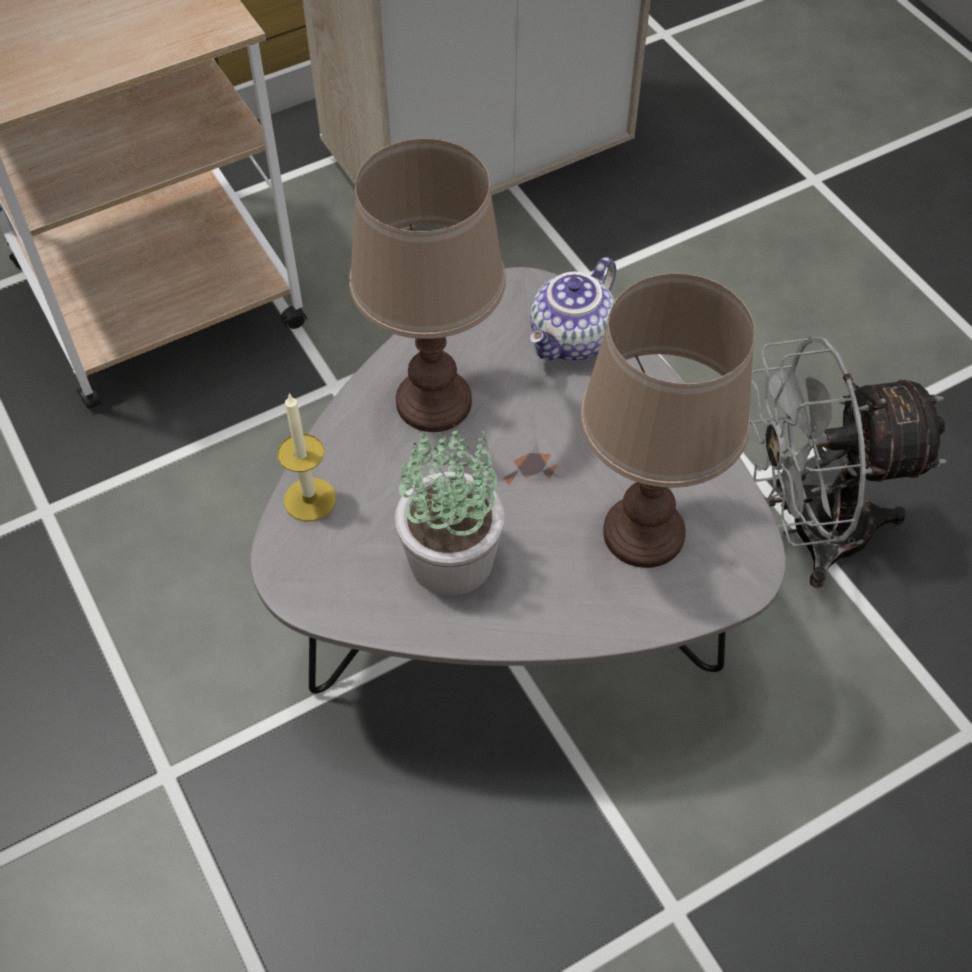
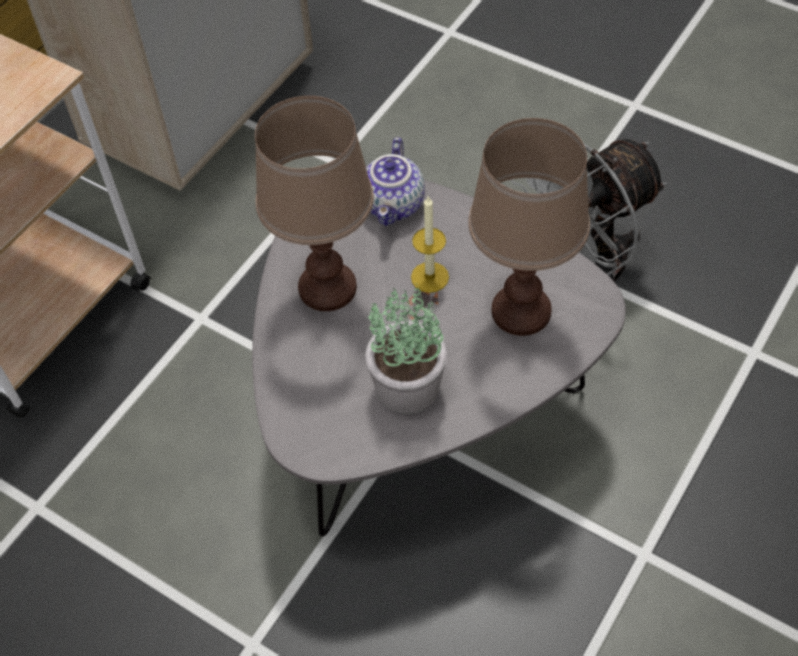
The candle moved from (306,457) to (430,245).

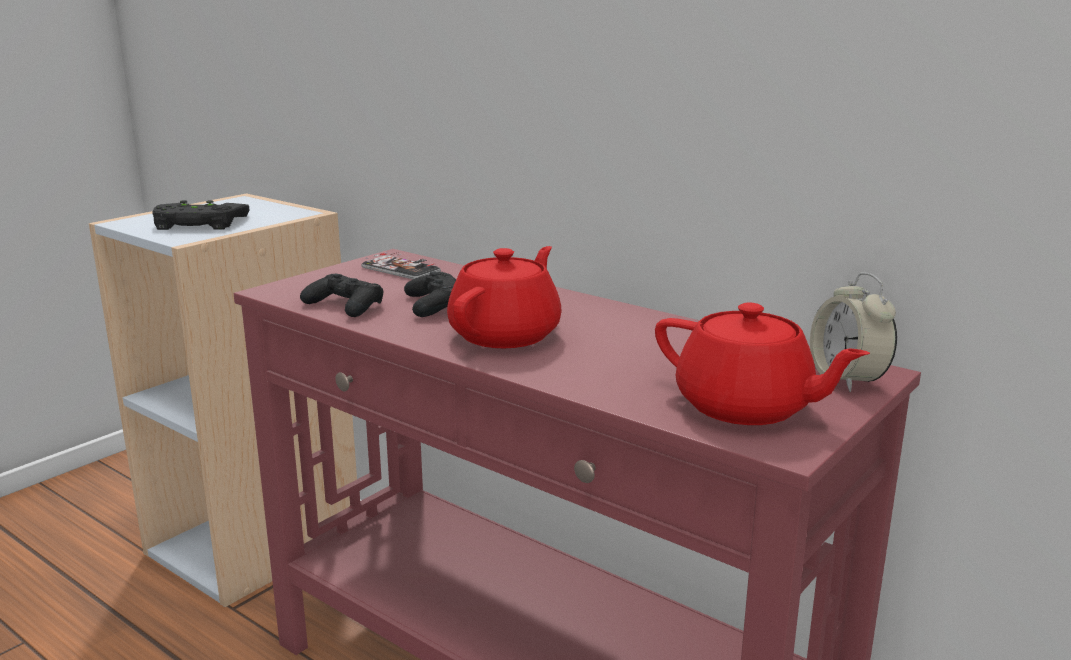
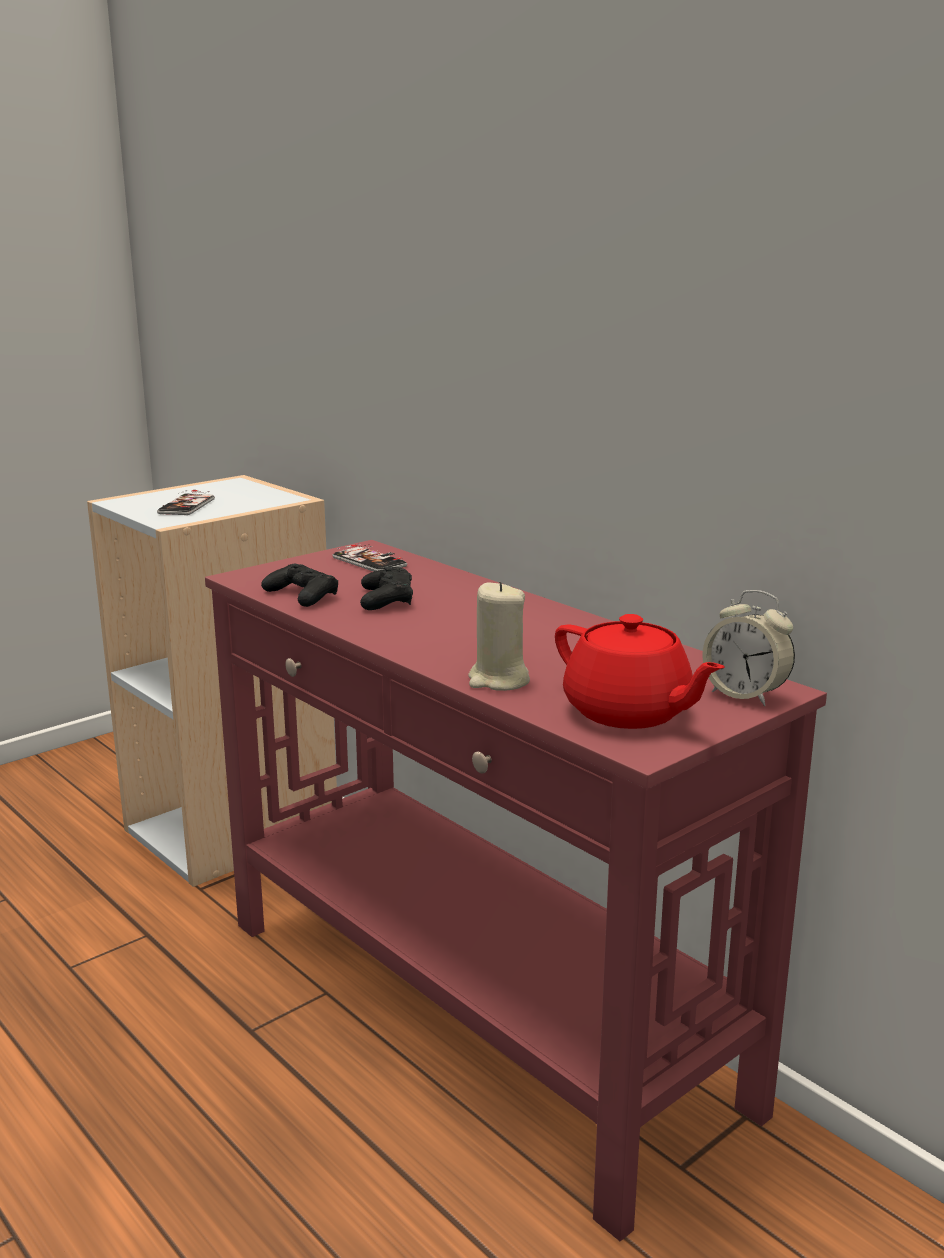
The black game controller at (200,215) was replaced by the phone at (186,502).
The beige candle at (499,636) appeared.
The alarm clock at (853,332) turned 45 degrees counterclockwise.
The red teapot at (504,297) disappeared.

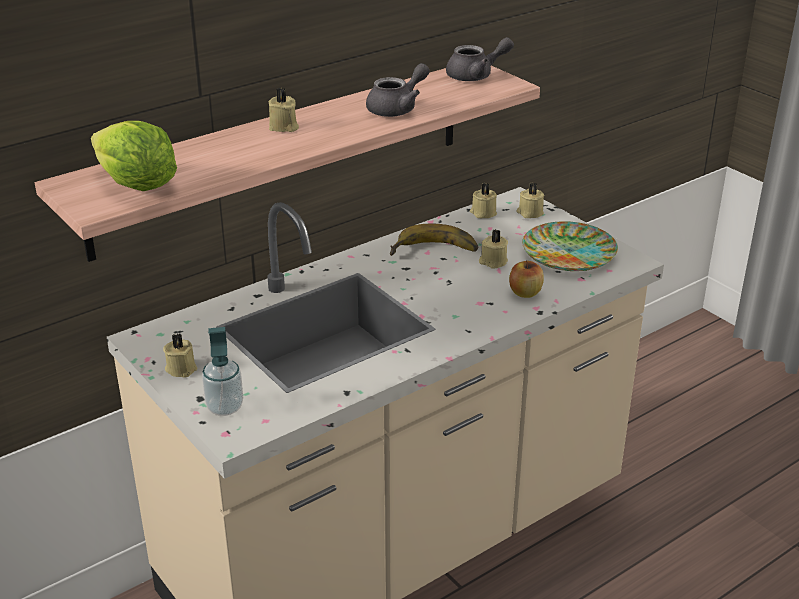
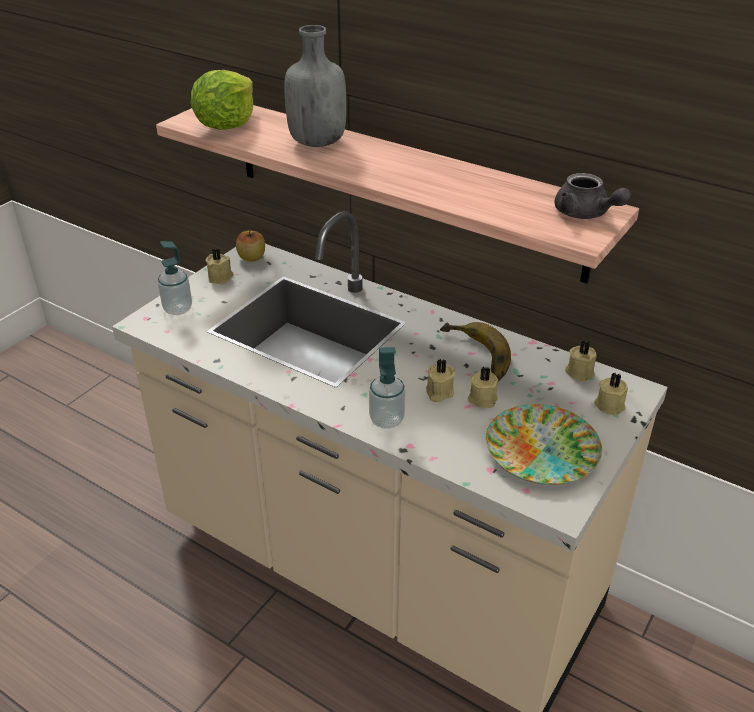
The apple moved from (526,279) to (250,246).
The grey bottle at (315,86) appeared.
The soap dispenser at (387,388) appeared.
The beige candle moved from (283,110) to (441,380).
The grey teapot at (397,90) disappeared.

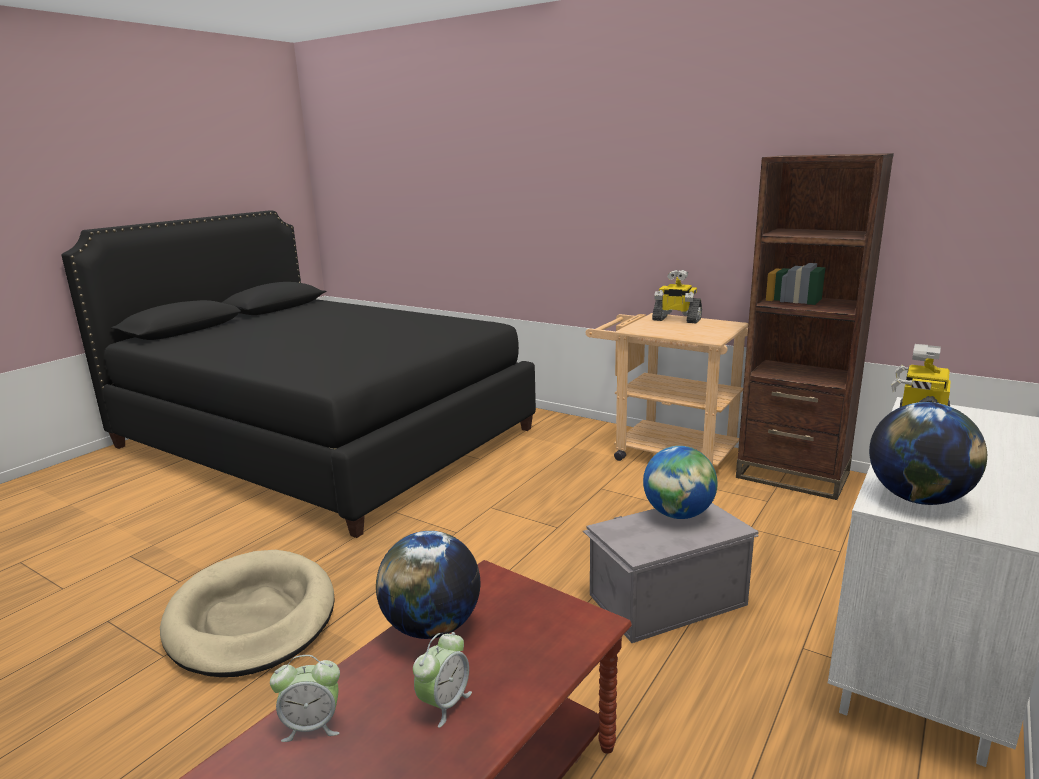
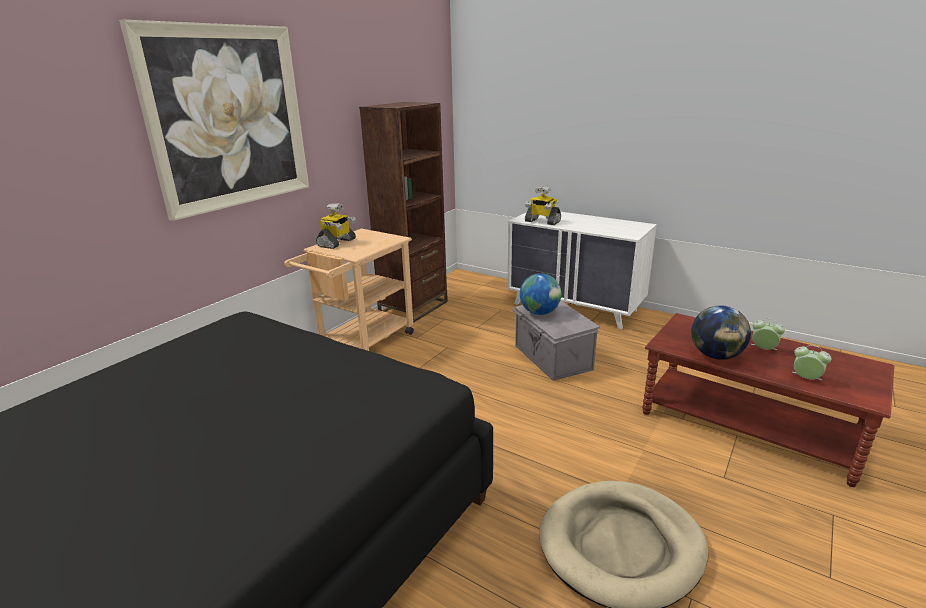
The picture at (214,120) appeared.
The alarm clock at (305,698) turned 45 degrees counterclockwise.
The globe at (928,453) disappeared.

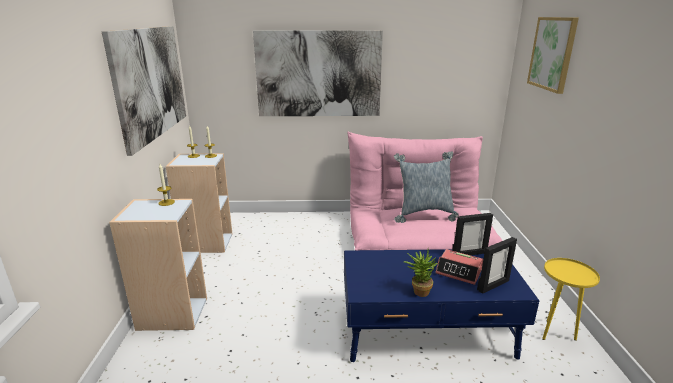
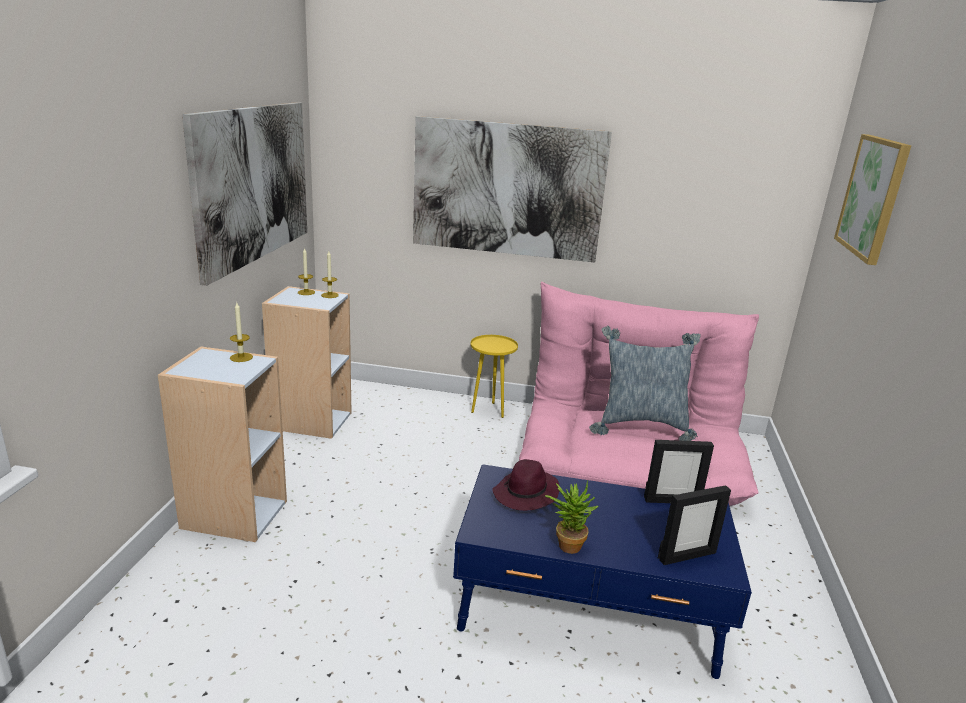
The yellow side table moved from (571,299) to (494,376).
The purple hat at (525,485) appeared.
The alarm clock at (459,267) disappeared.

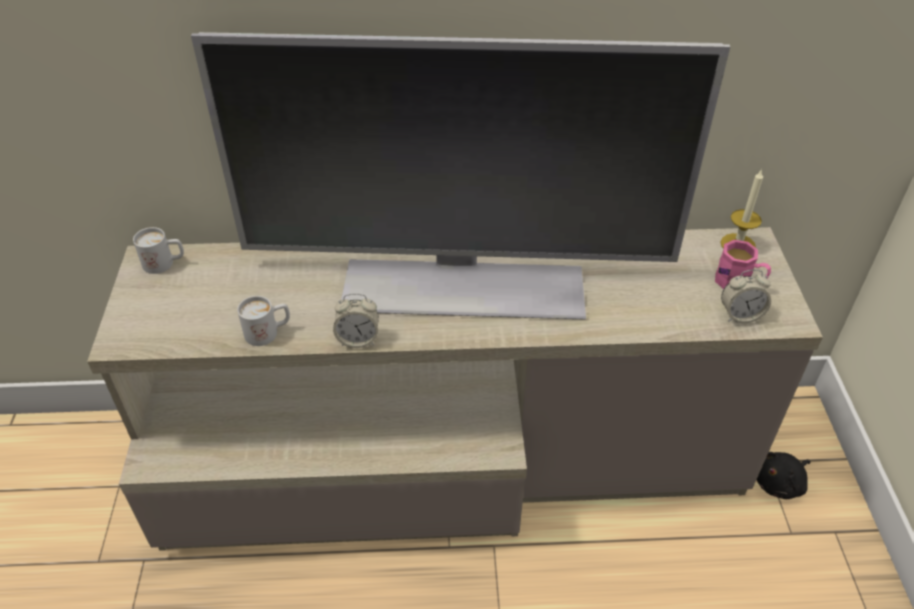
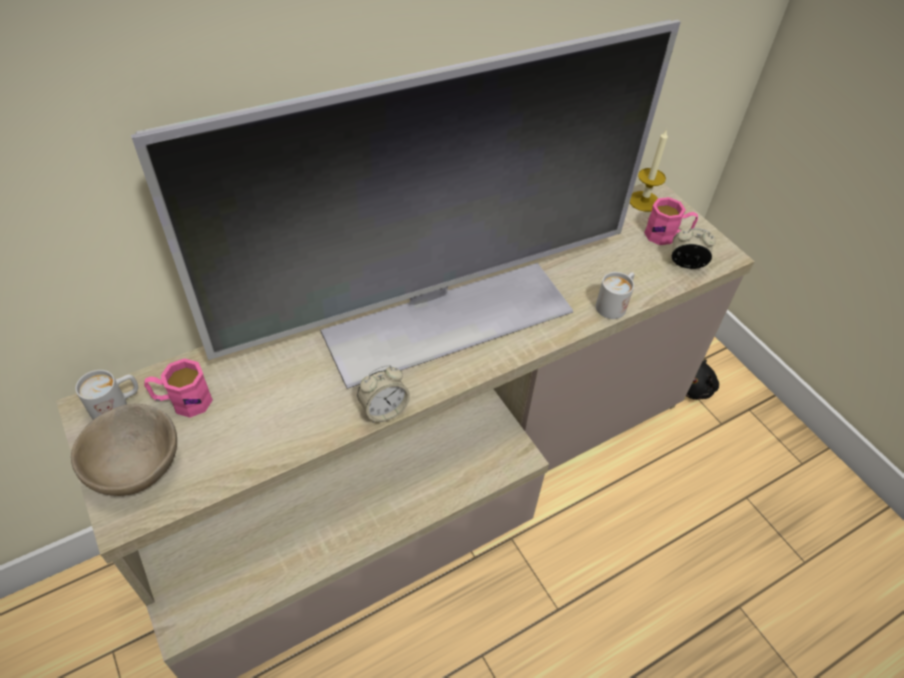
The beige bowl at (124,450) appeared.
The pink mug at (178,387) appeared.
The white mug moved from (263,321) to (615,295).
The alarm clock at (746,296) turned 135 degrees counterclockwise.

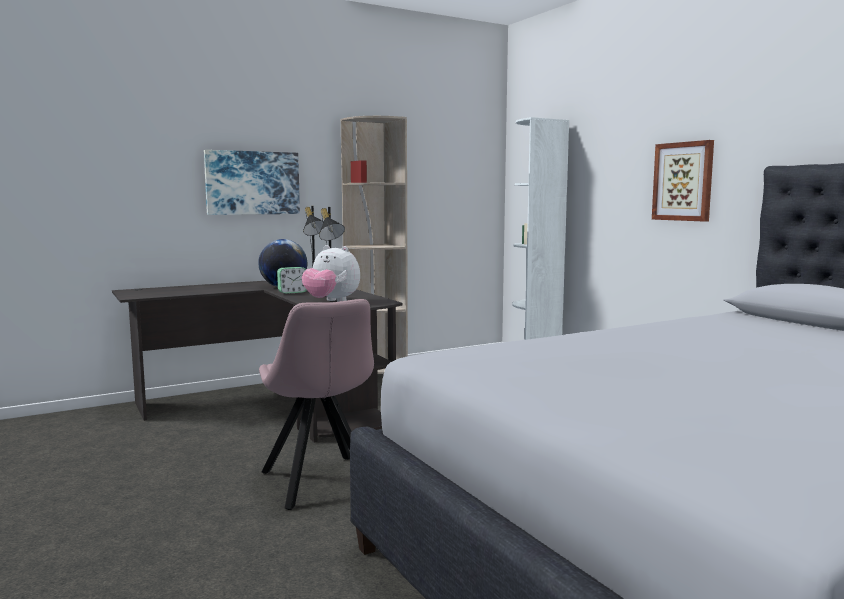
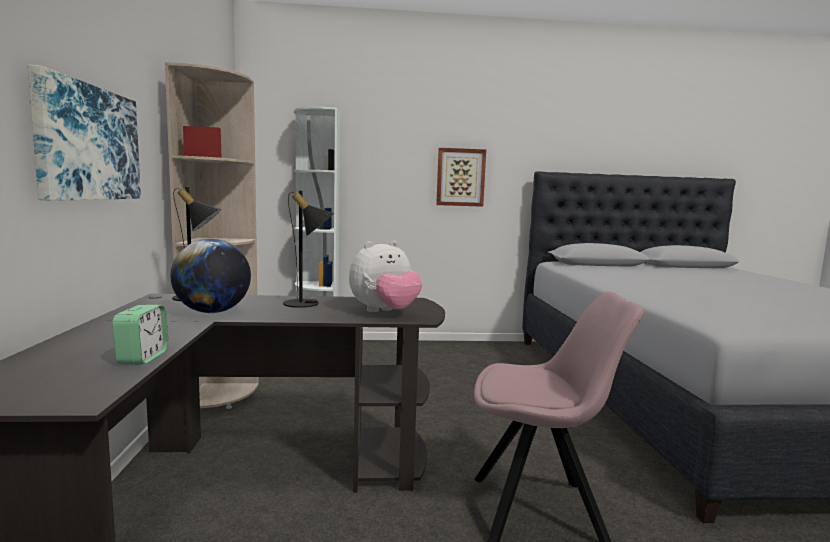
The alarm clock moved from (292,280) to (140,335).

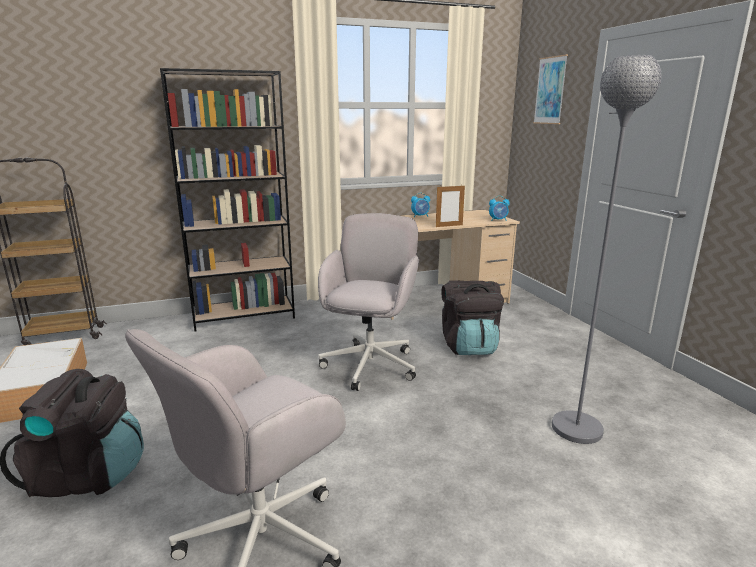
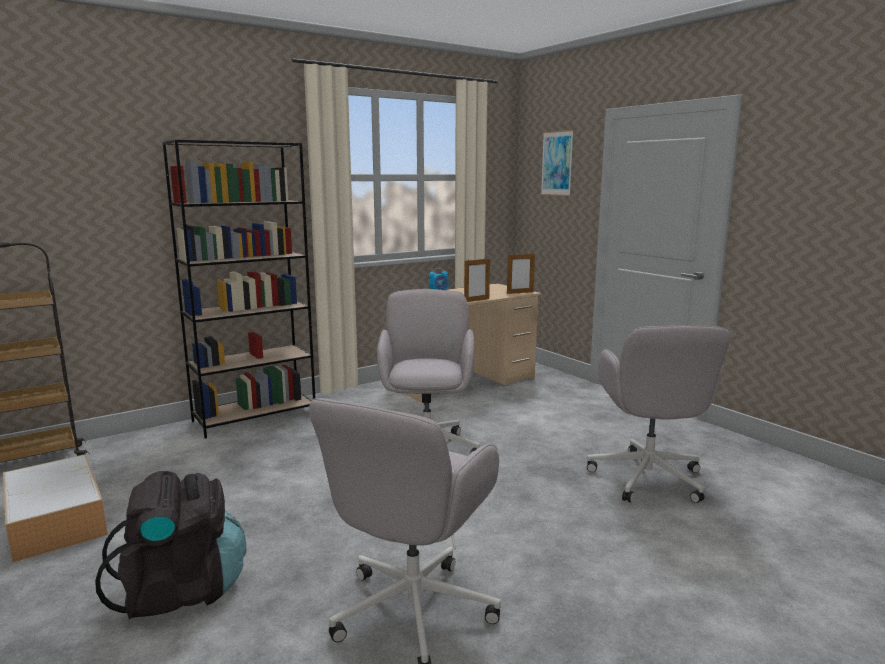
The alarm clock at (499,208) was replaced by the picture frame at (521,274).
The grey floor lamp at (607,249) was replaced by the grey office chair at (659,414).
The black backpack at (472,317) disappeared.

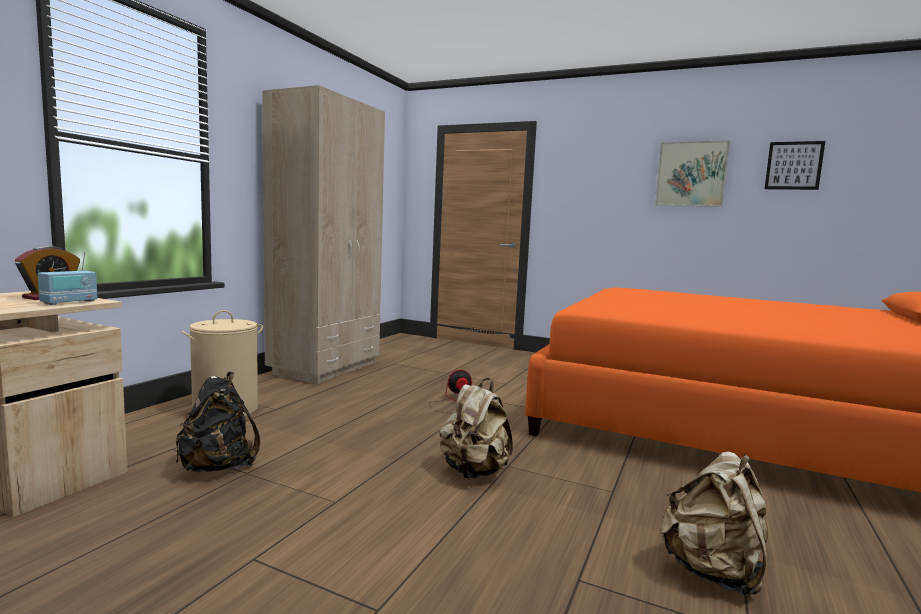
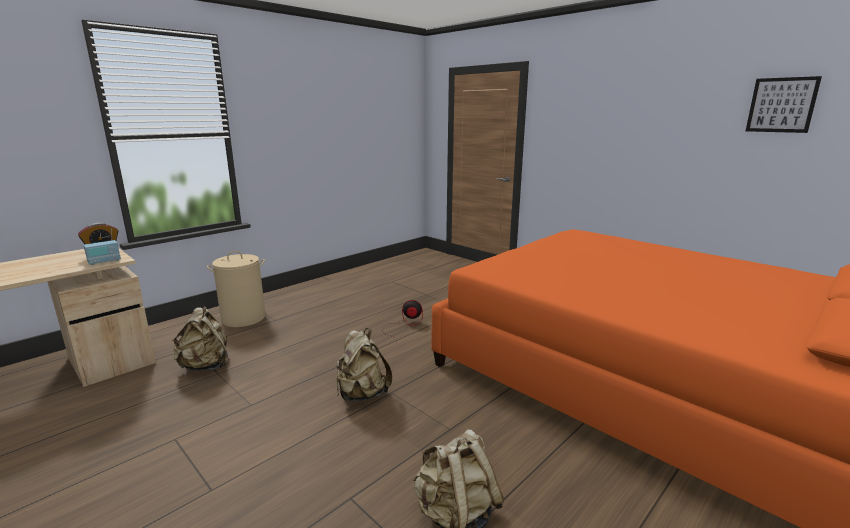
The black backpack at (218,422) became the beige backpack at (200,339).
The beige wardrobe at (323,234) disappeared.
The picture at (692,173) disappeared.

